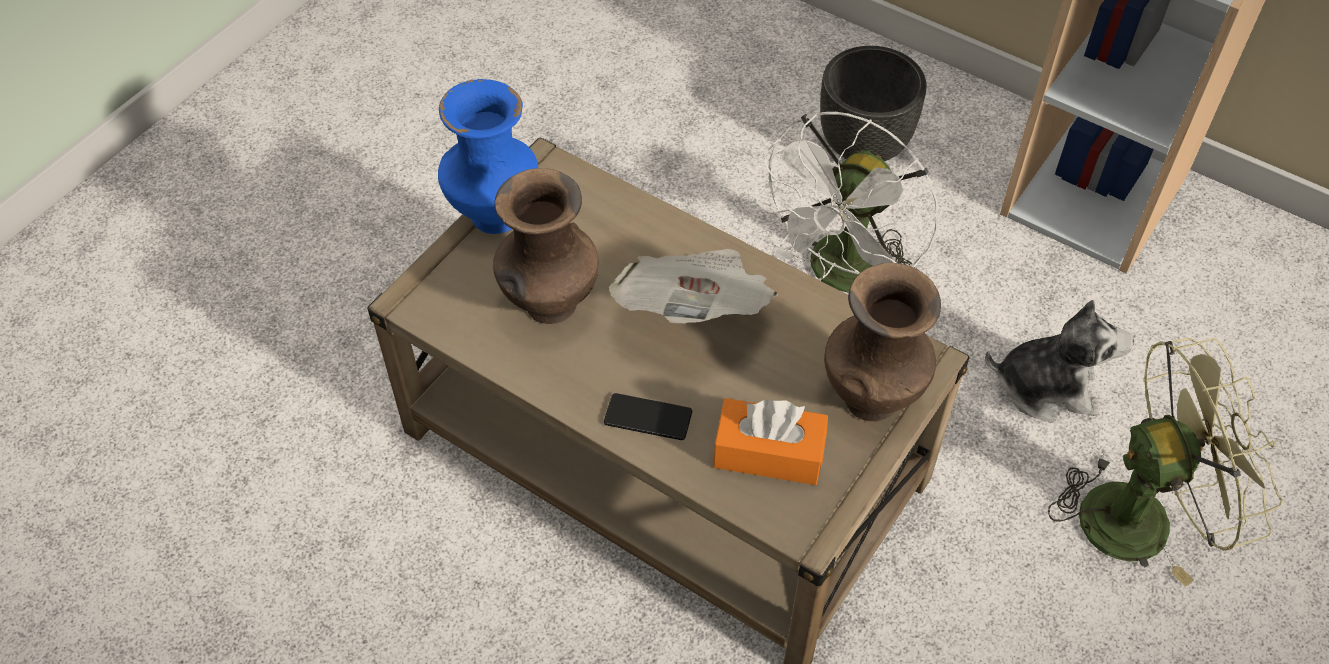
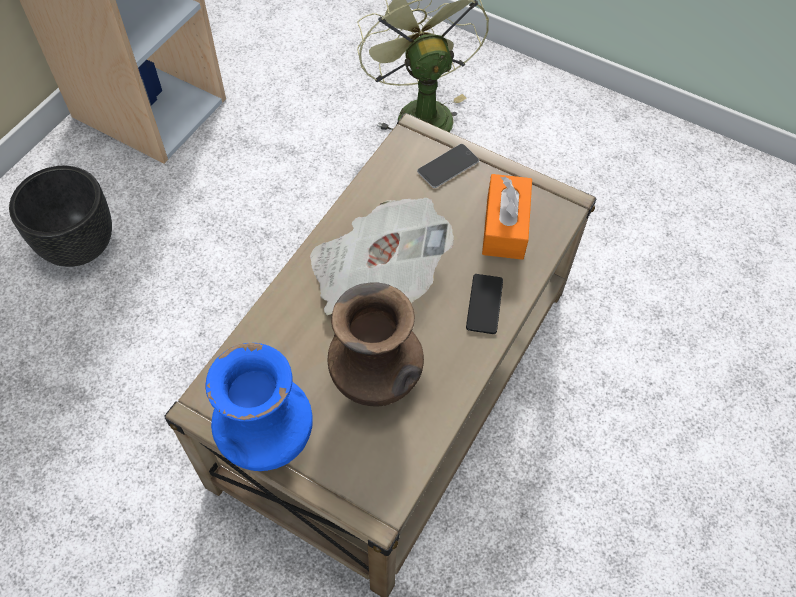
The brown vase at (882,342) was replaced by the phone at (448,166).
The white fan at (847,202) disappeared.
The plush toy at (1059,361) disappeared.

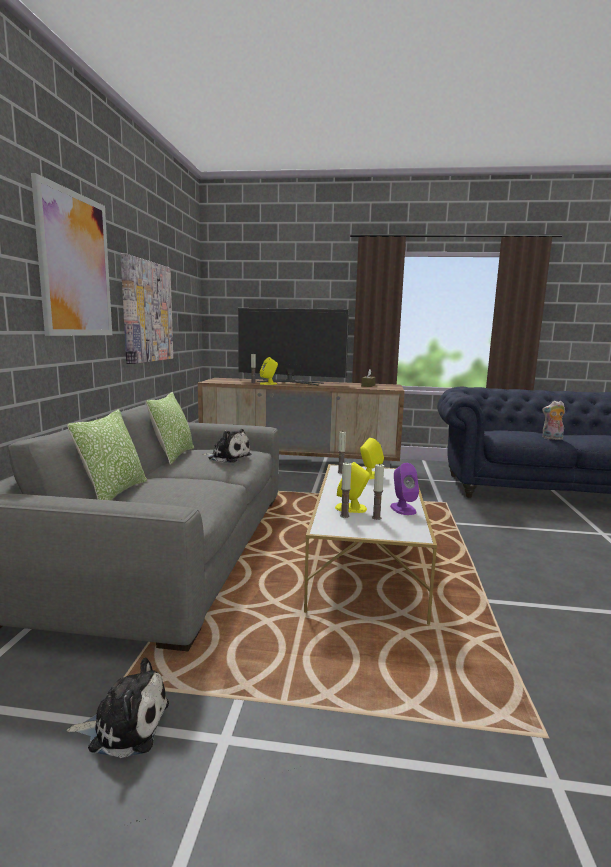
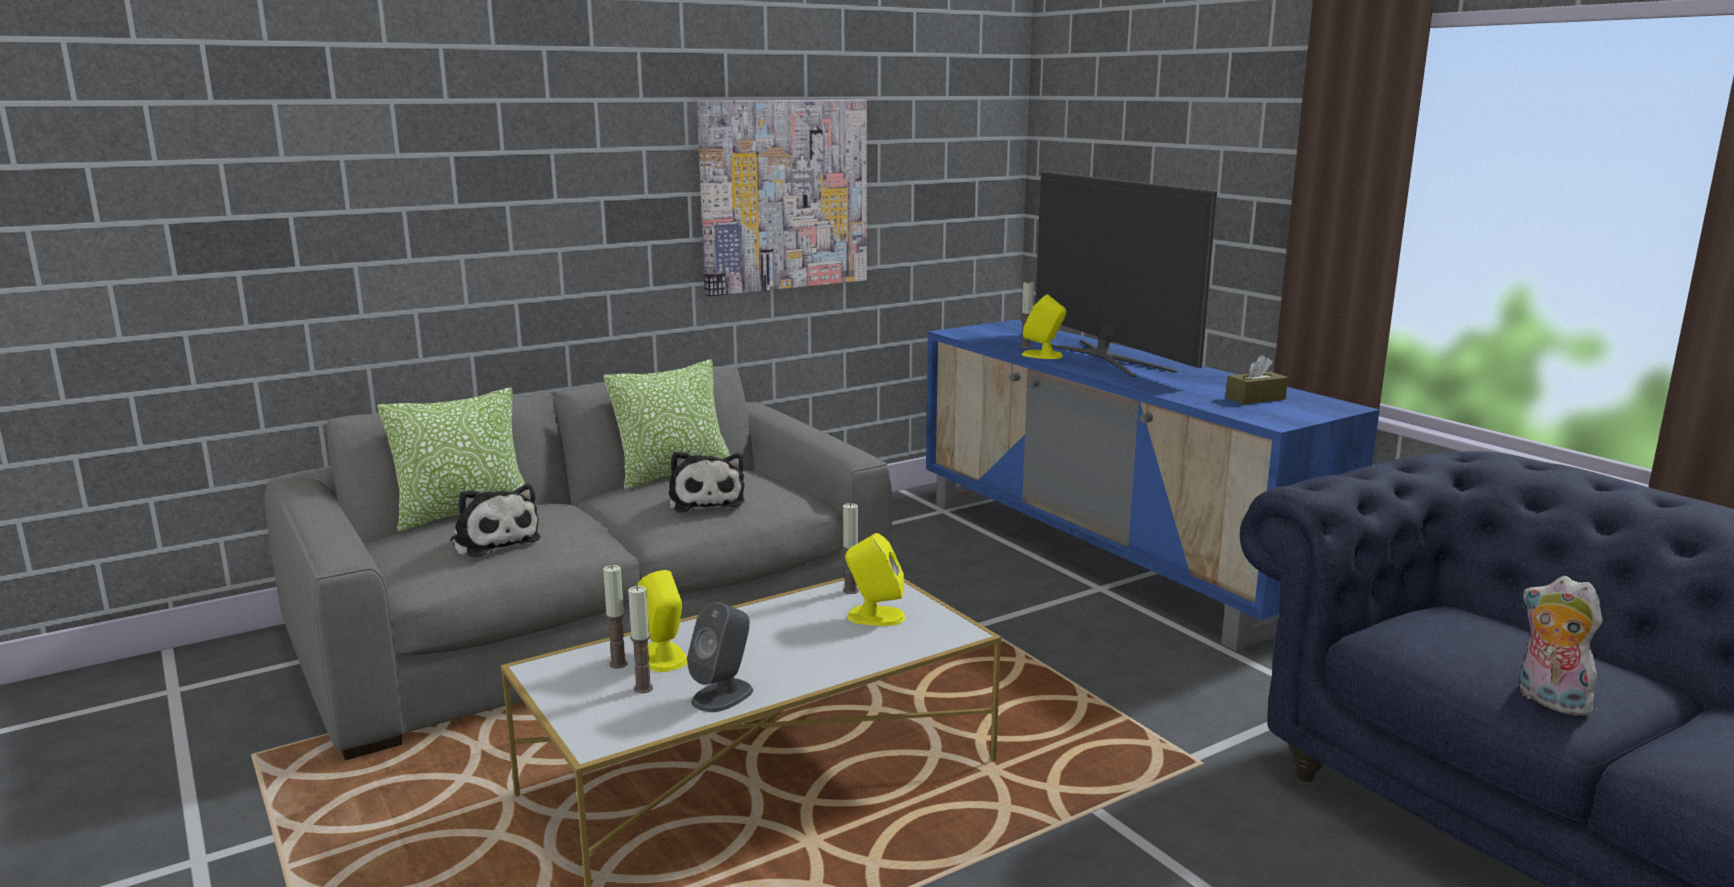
The plush toy moved from (118,708) to (495,521).
The purple speaker at (404,489) became the grey speaker at (720,657).
The brown tv stand at (301,423) became the blue tv stand at (1153,485).
The picture at (71,254) disappeared.

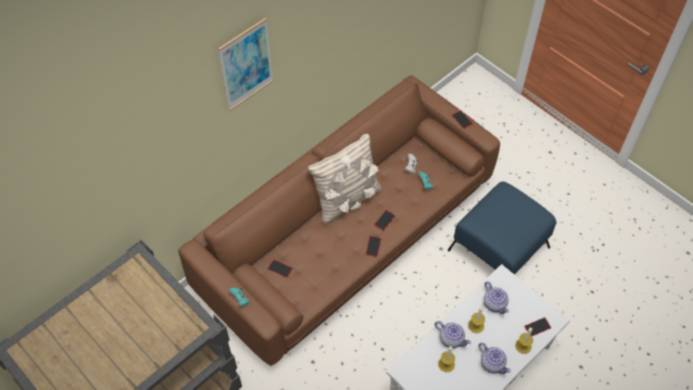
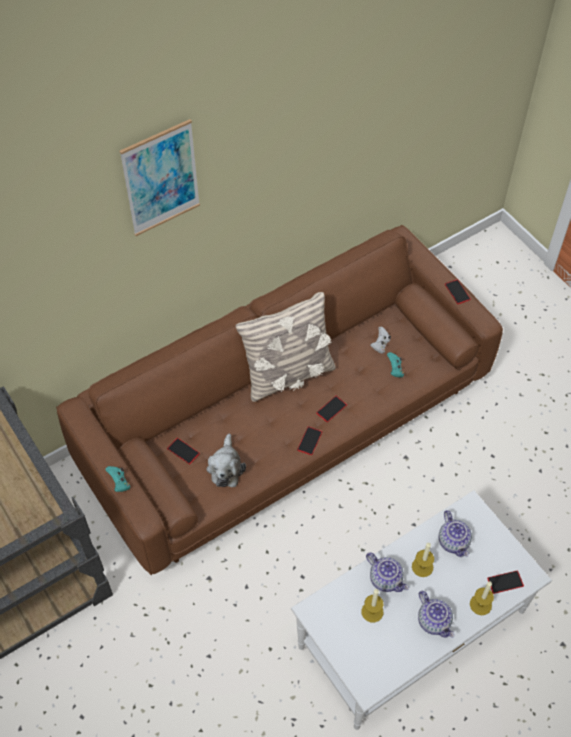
The plush toy at (226,460) appeared.
The blue ottoman at (502,228) disappeared.

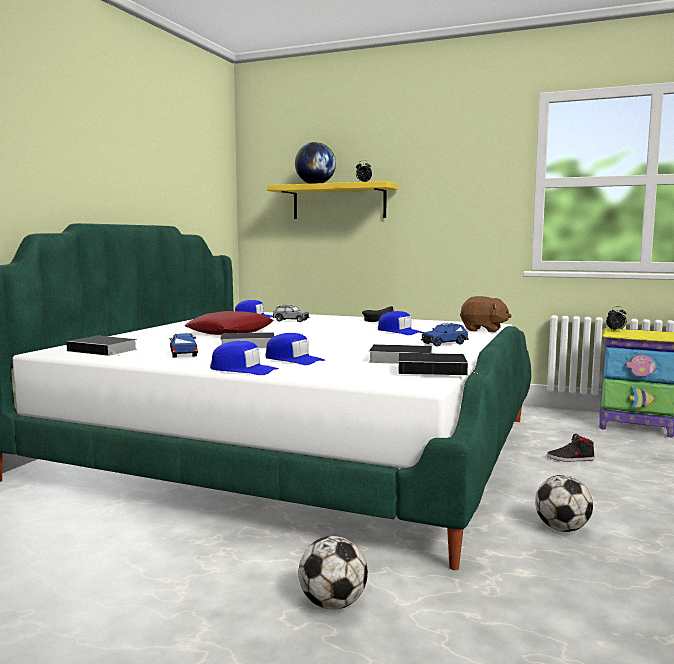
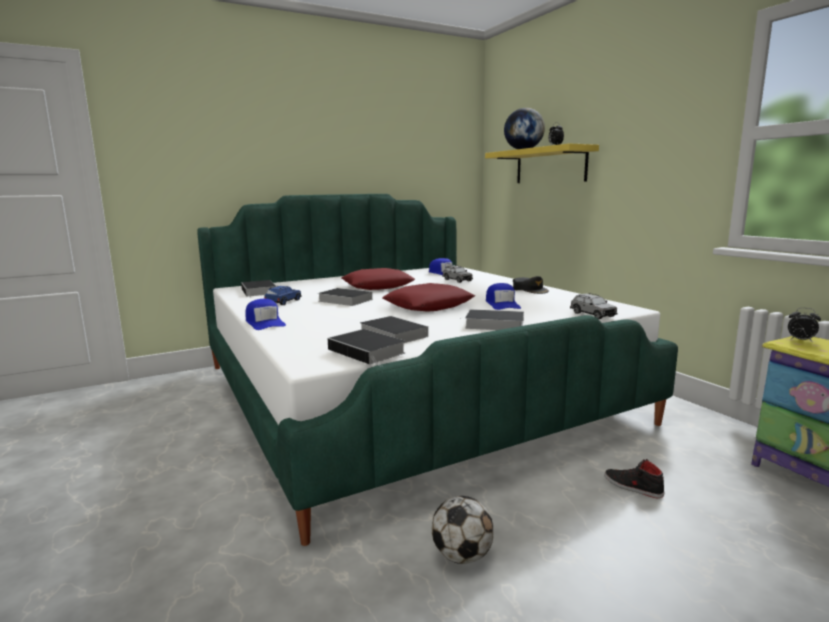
The red pillow at (428,297) appeared.
The blue toy car at (445,335) was replaced by the book at (492,319).
The brown plush toy at (486,314) was replaced by the grey toy car at (593,306).
The blue cap at (295,349) disappeared.
The football at (333,573) disappeared.

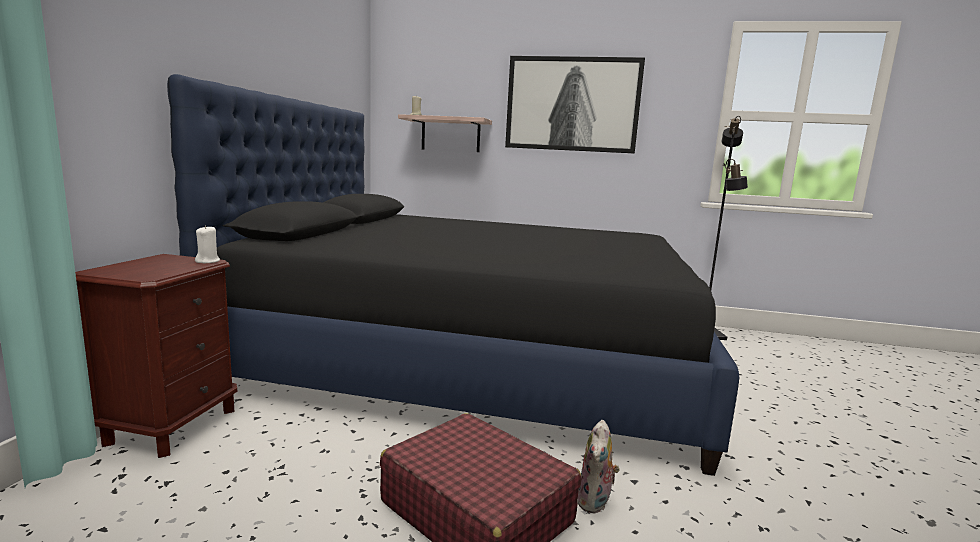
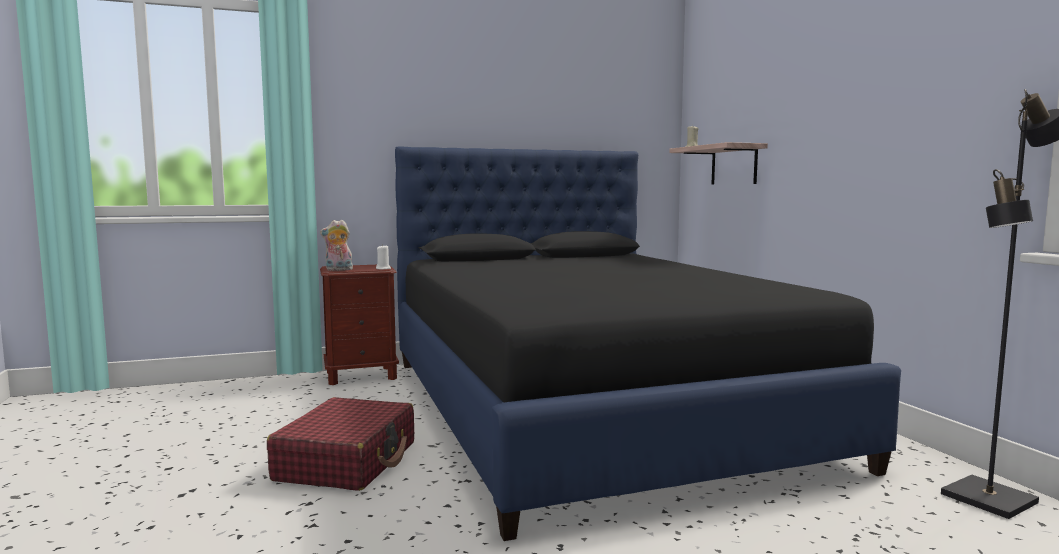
The plush toy moved from (598,467) to (337,245).
The picture at (575,104) disappeared.

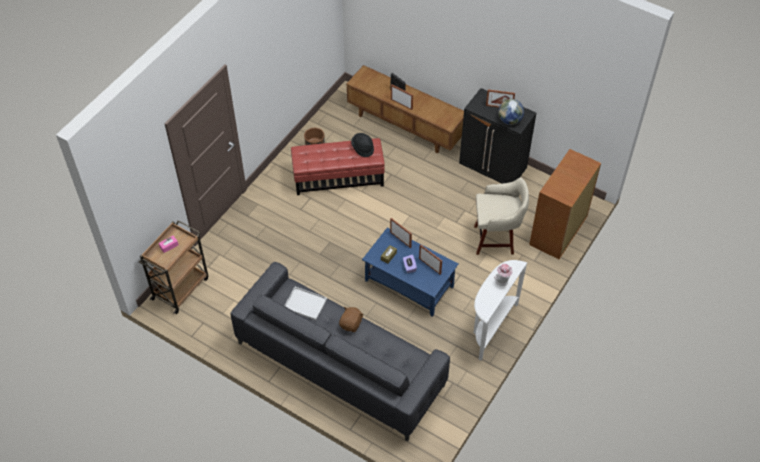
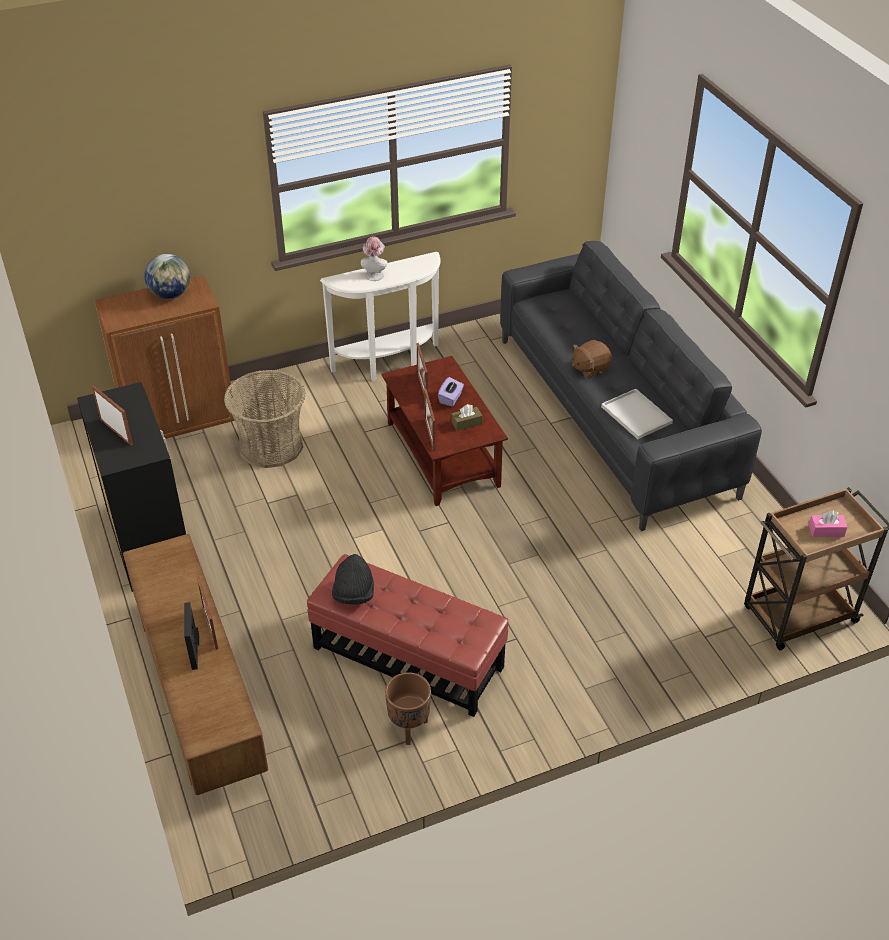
The globe moved from (511,112) to (167,276).
The beige stool at (501,216) was replaced by the basket at (264,419).
The blue coffee table at (410,272) became the brown coffee table at (444,431).

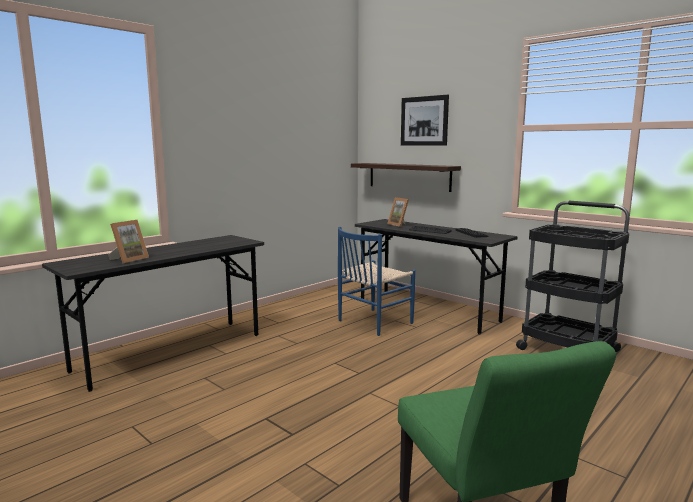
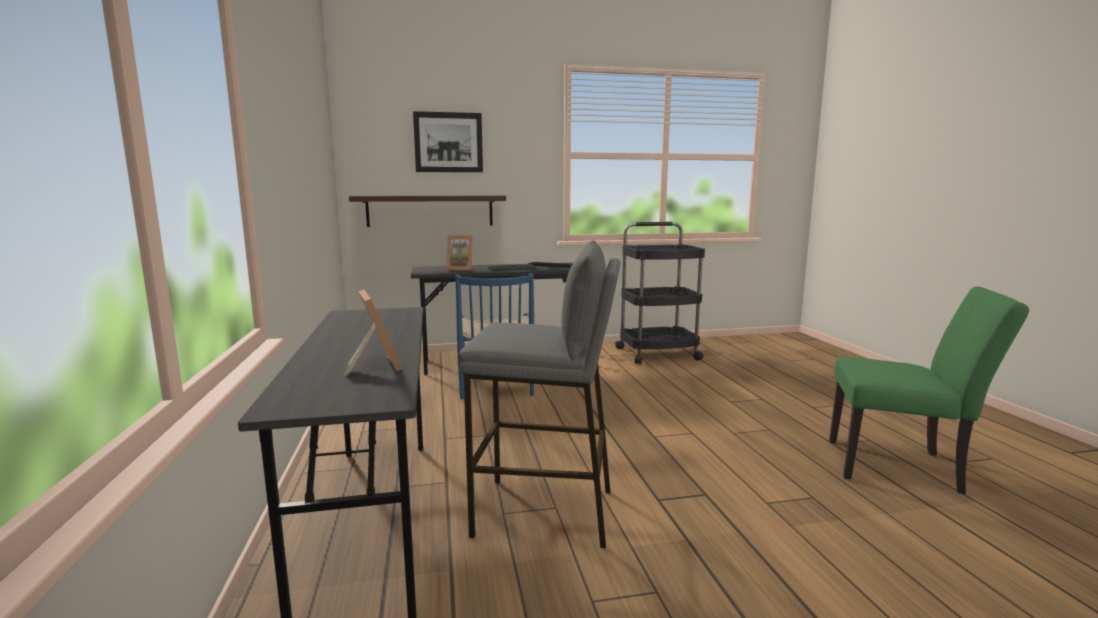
The grey stool at (539,395) appeared.

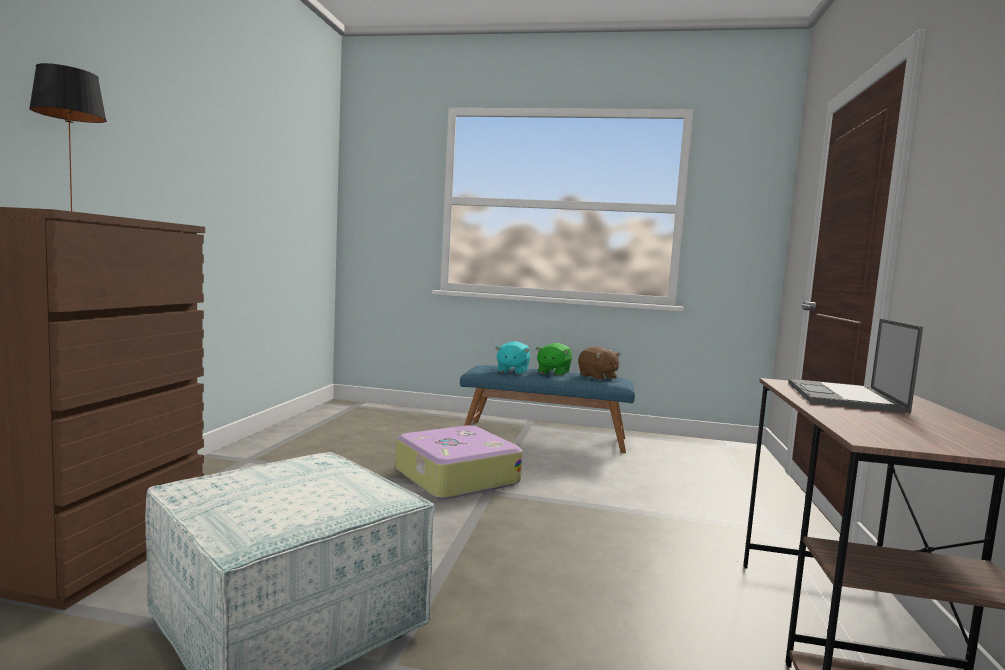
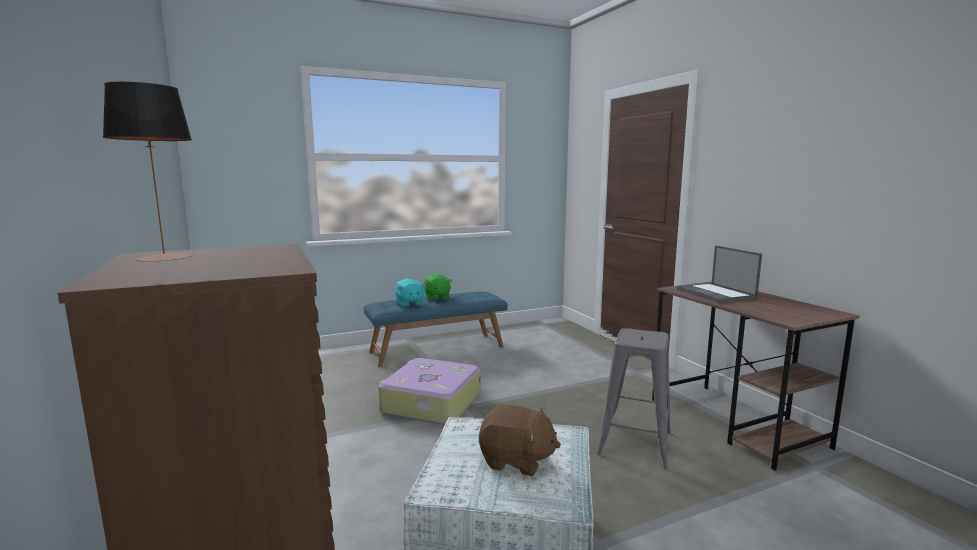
The brown plush toy moved from (599,363) to (520,440).
The grey stool at (634,398) appeared.

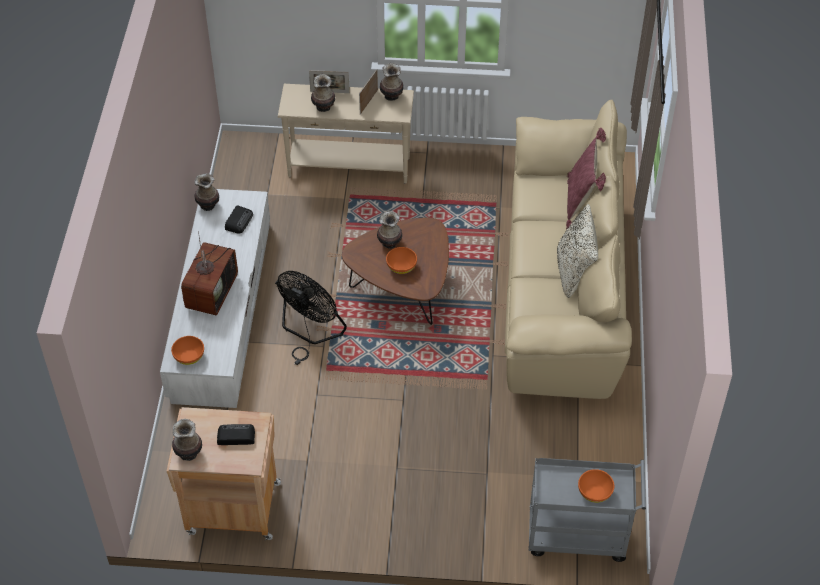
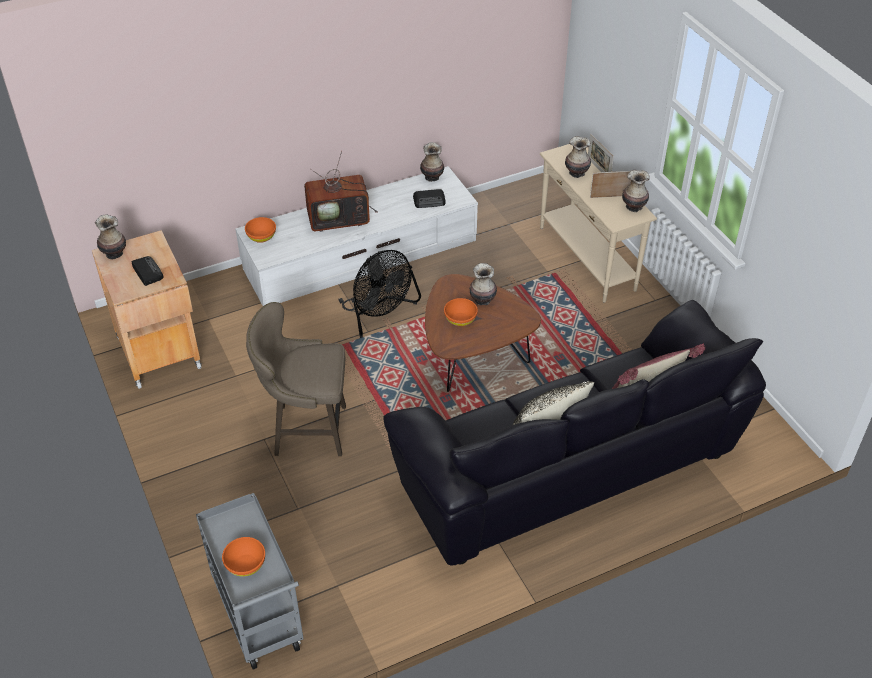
The beige stool at (296,379) appeared.
The black fan at (311,318) turned 45 degrees clockwise.
The beige sofa at (568,249) became the black sofa at (574,433).

